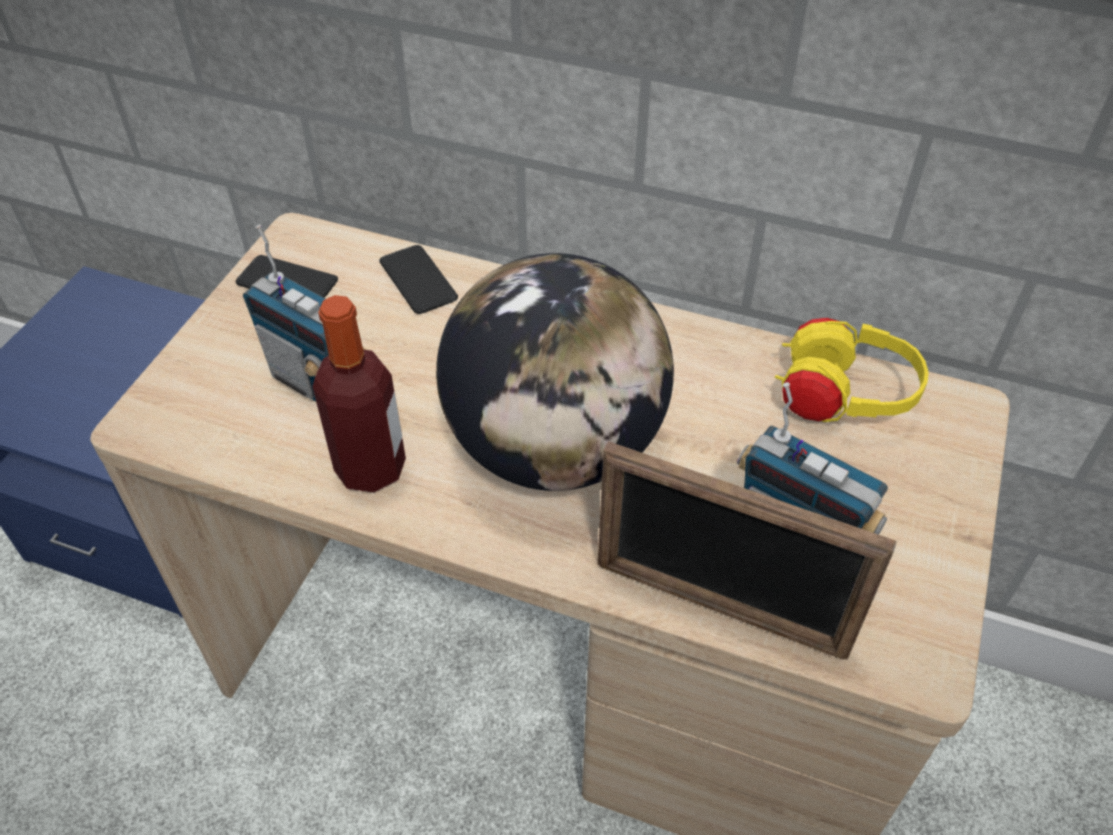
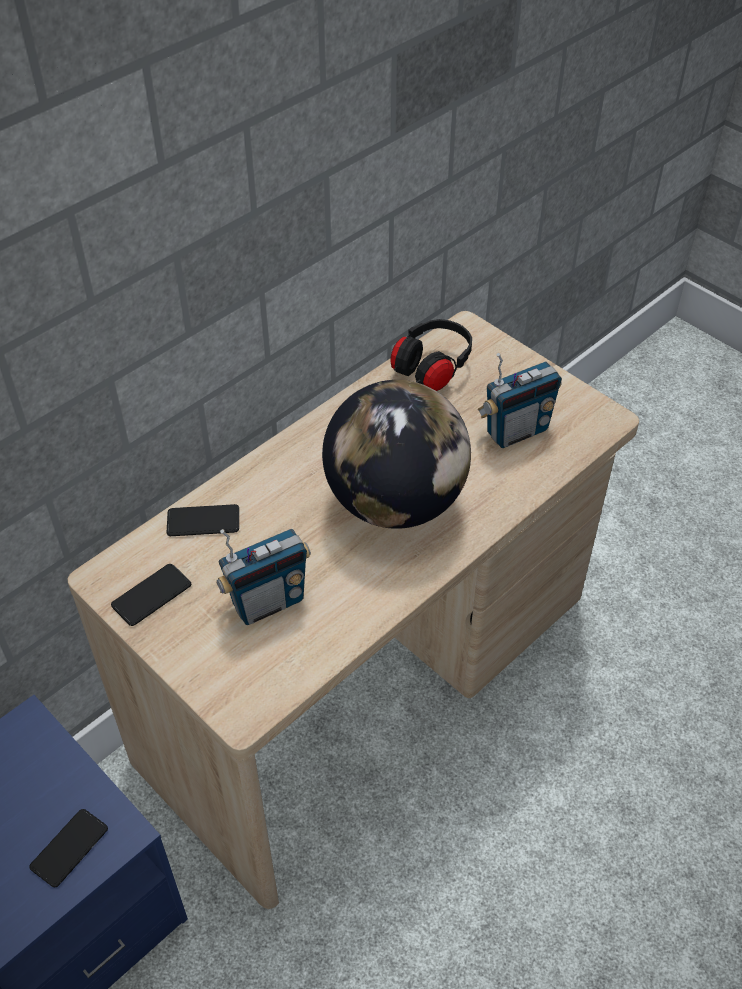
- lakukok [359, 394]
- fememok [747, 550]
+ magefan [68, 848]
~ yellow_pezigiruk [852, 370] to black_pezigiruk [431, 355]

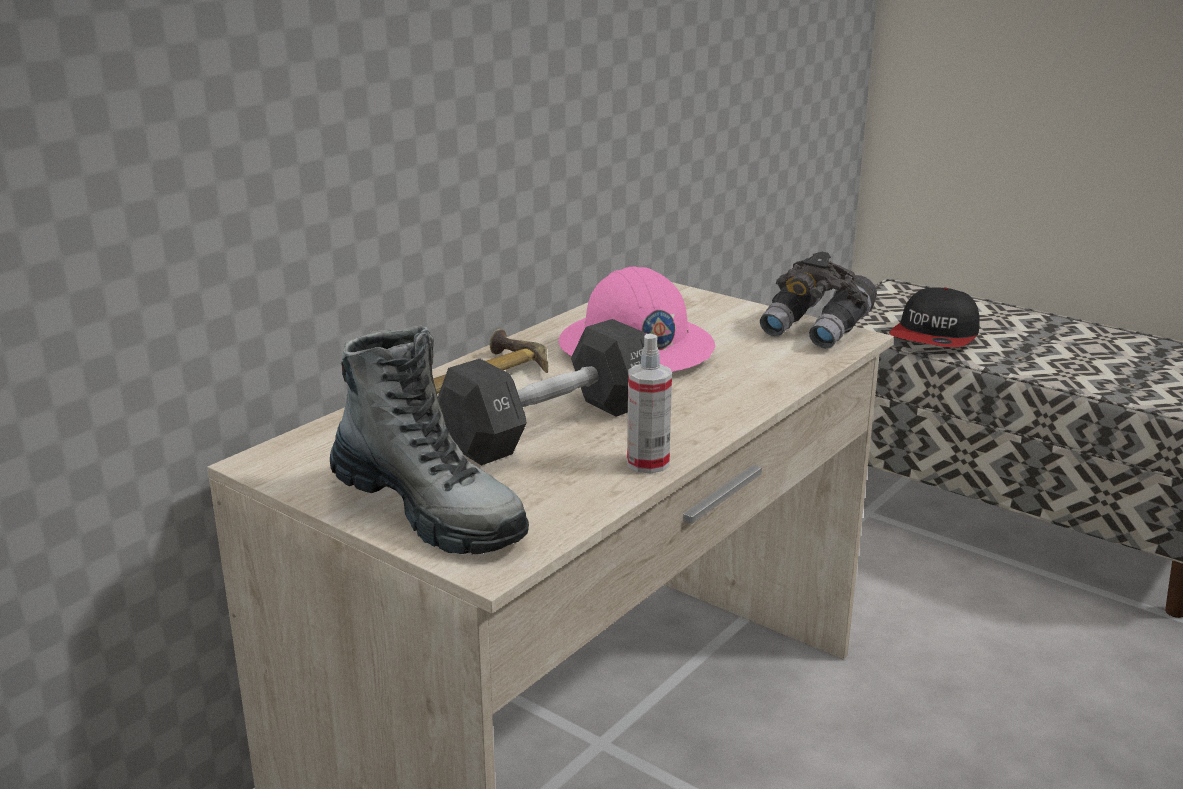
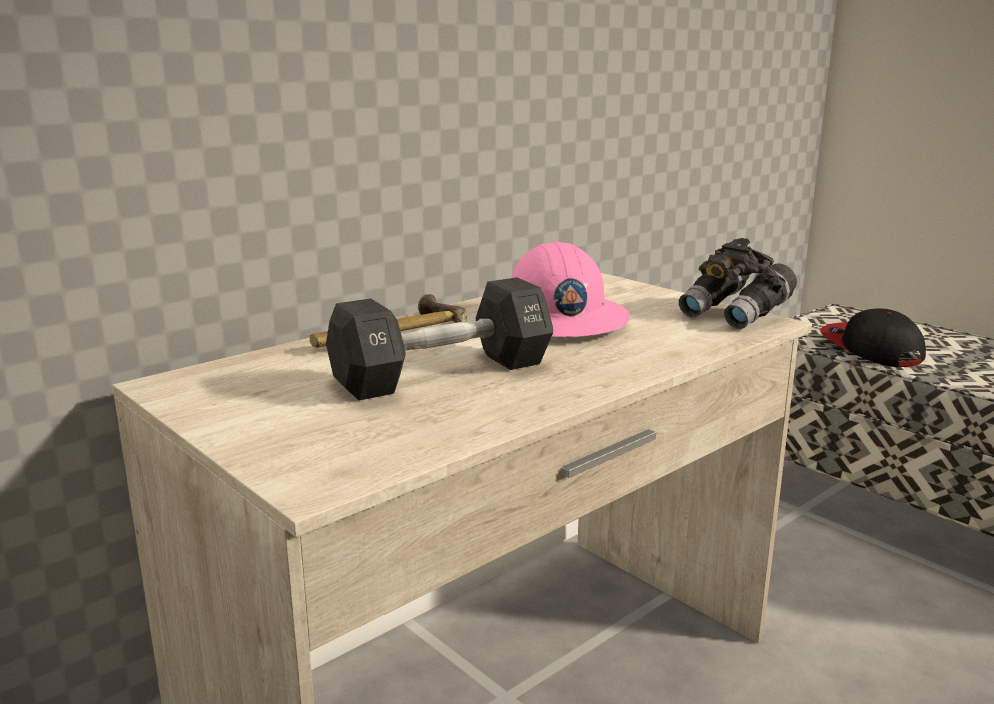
- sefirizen [429, 439]
- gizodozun [649, 403]
~ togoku [934, 317] = [873, 337] 120 degrees clockwise

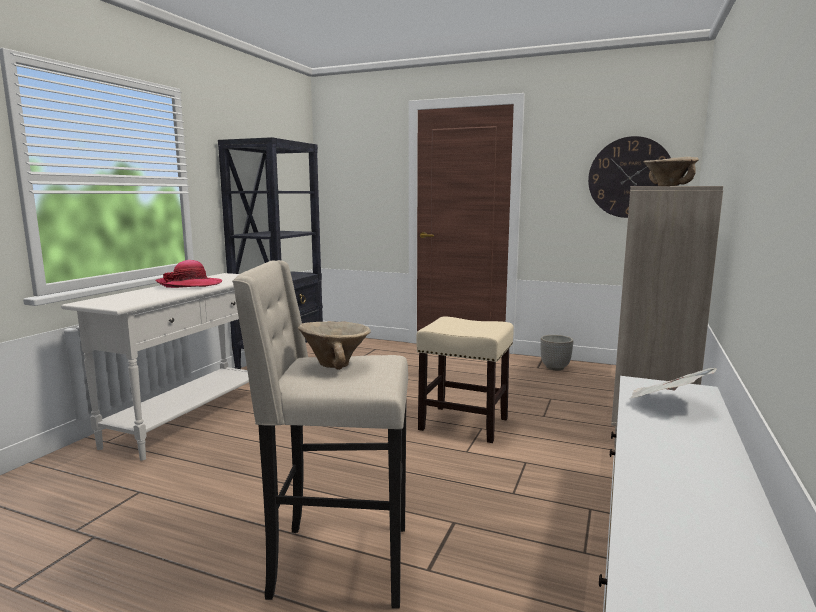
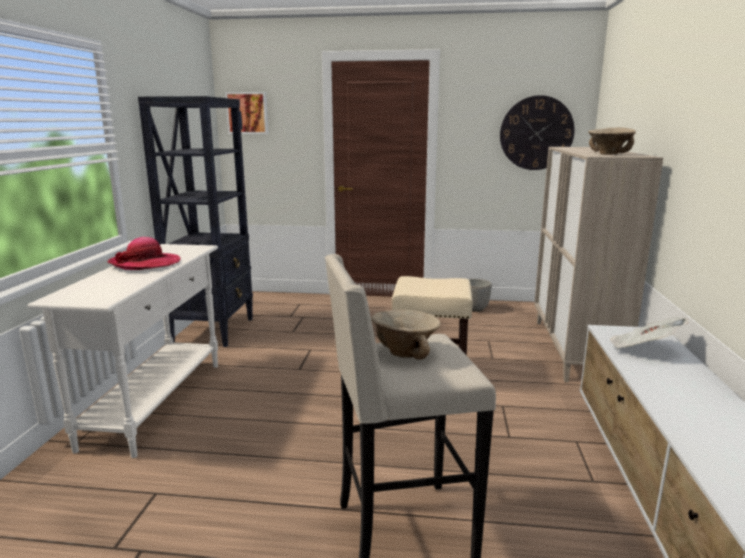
+ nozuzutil [246, 113]

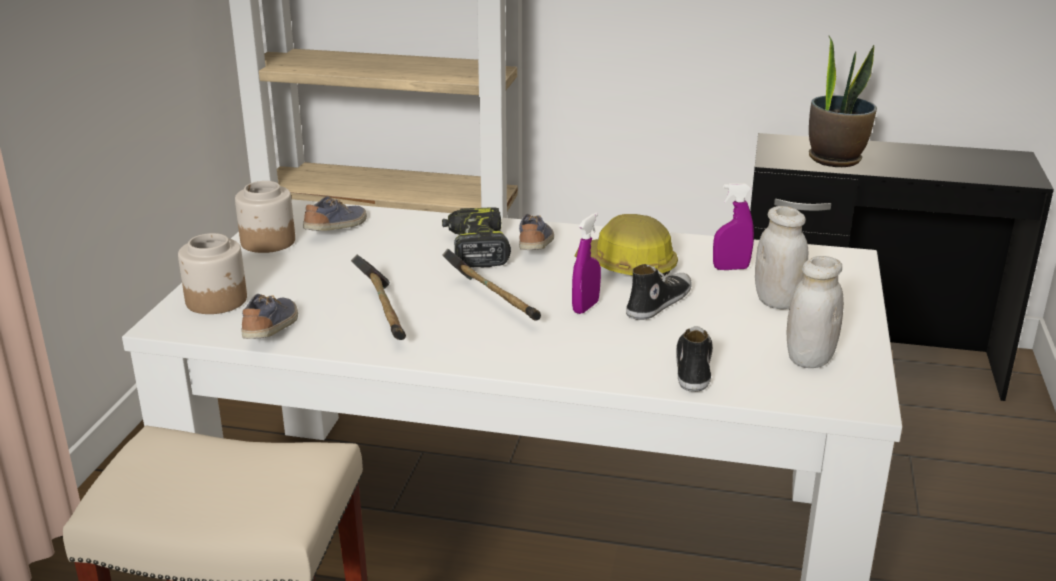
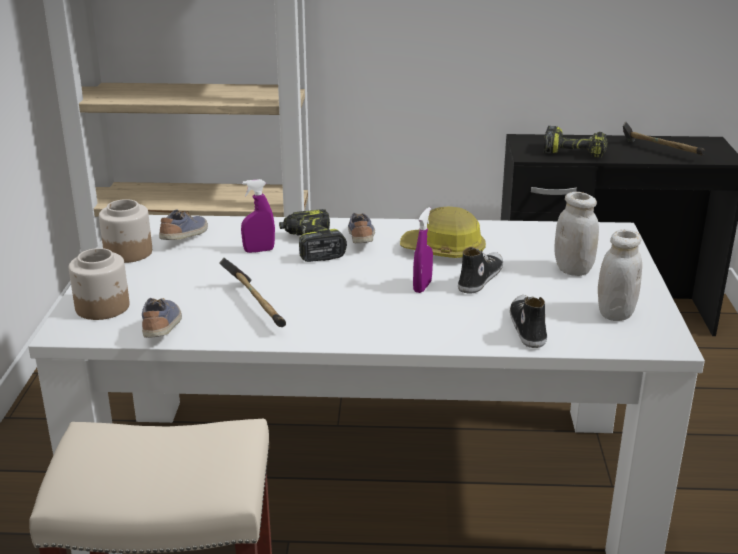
~ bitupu [492, 284] to [664, 138]
~ purple_gizodozun [733, 226] to [258, 216]
~ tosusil [843, 101] to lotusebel [575, 142]

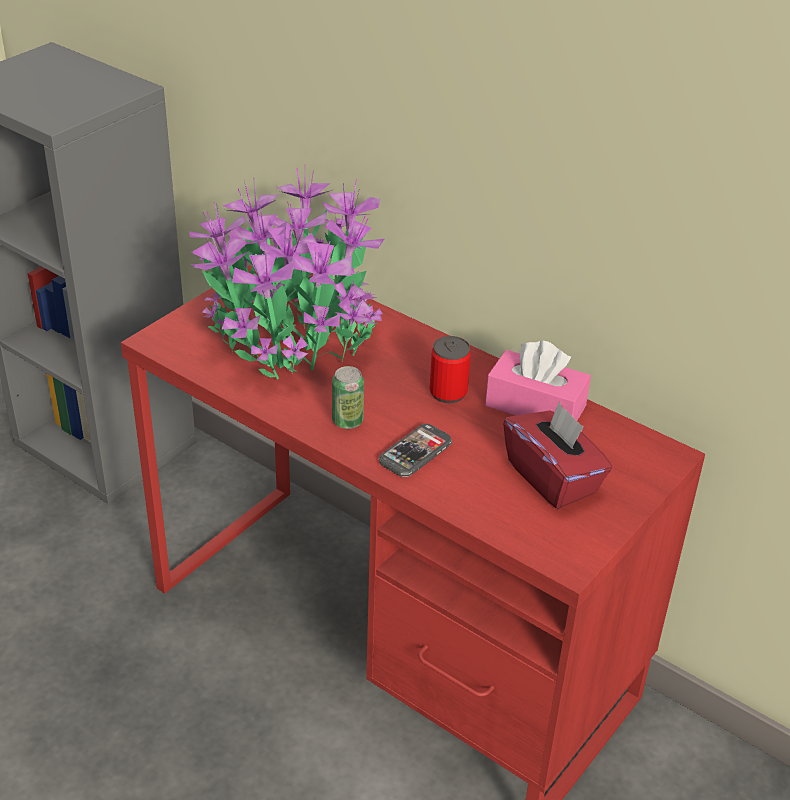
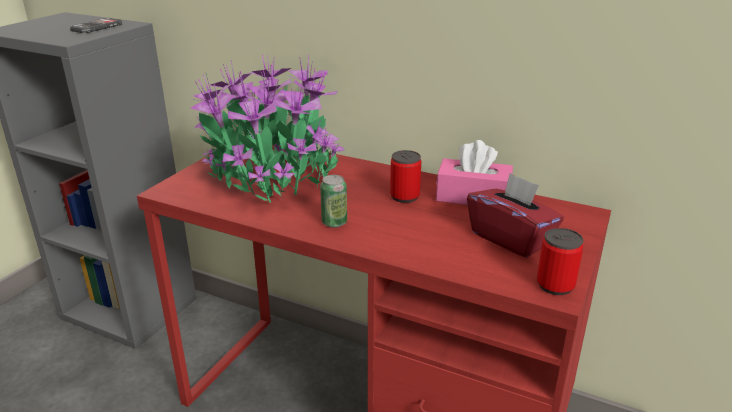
+ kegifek [560, 261]
~ magefan [415, 450] to [96, 25]

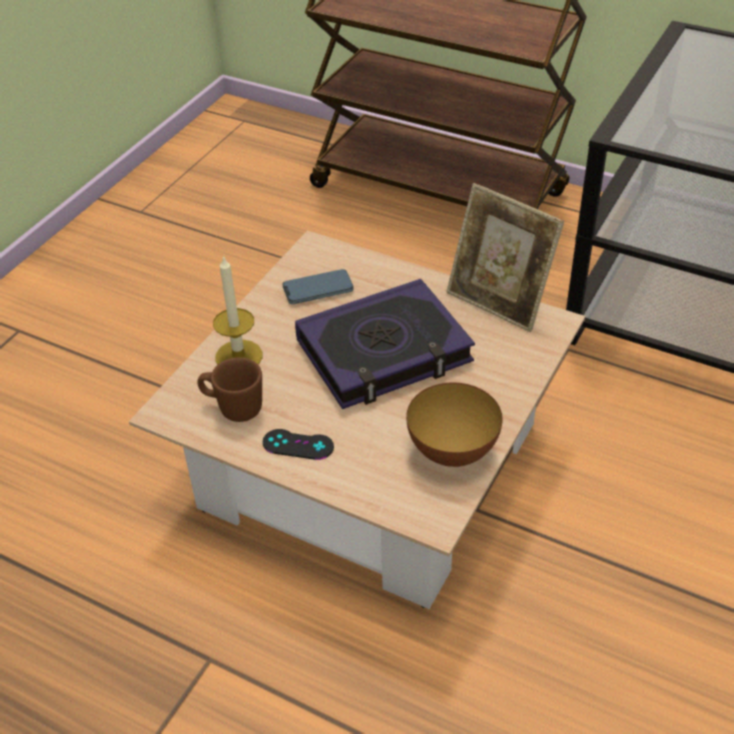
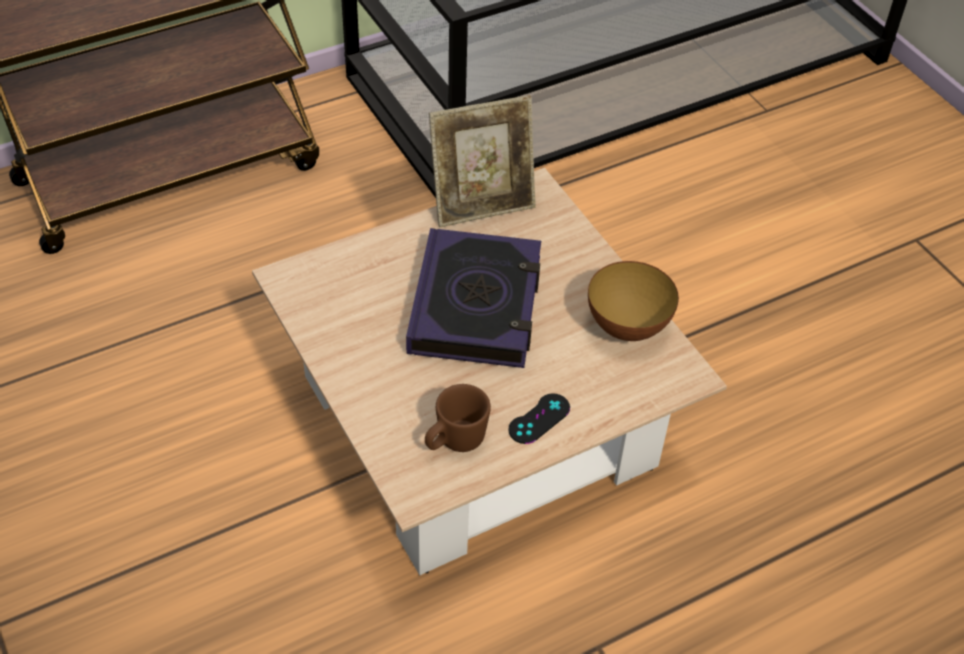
- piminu [237, 310]
- magefan [318, 286]

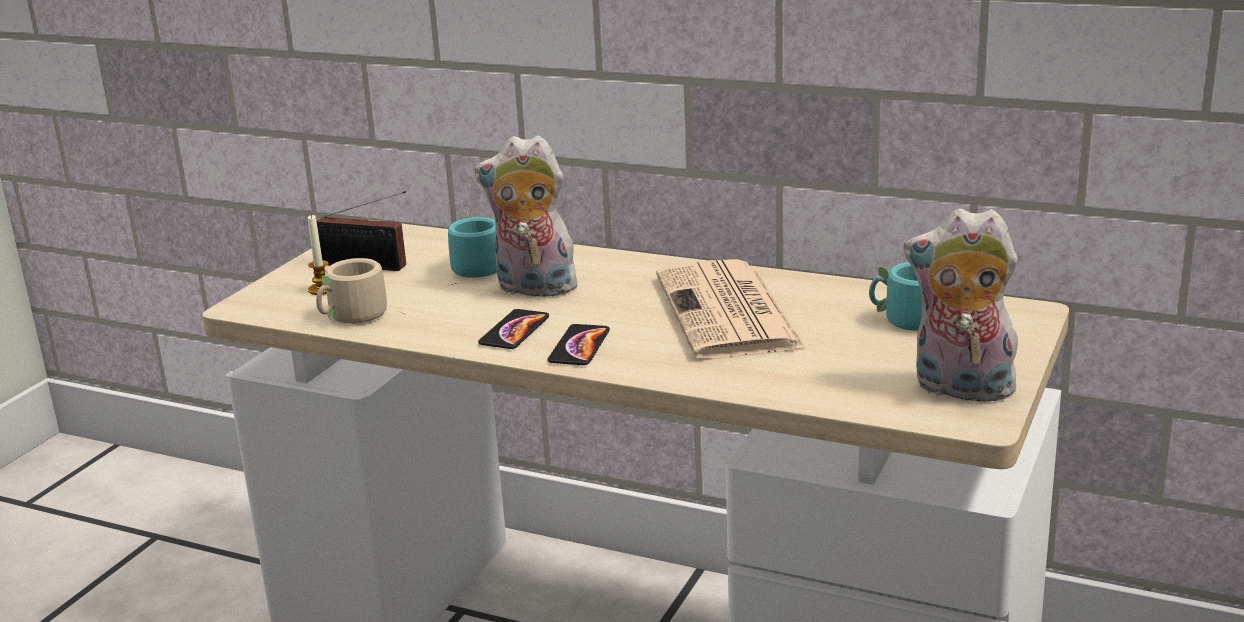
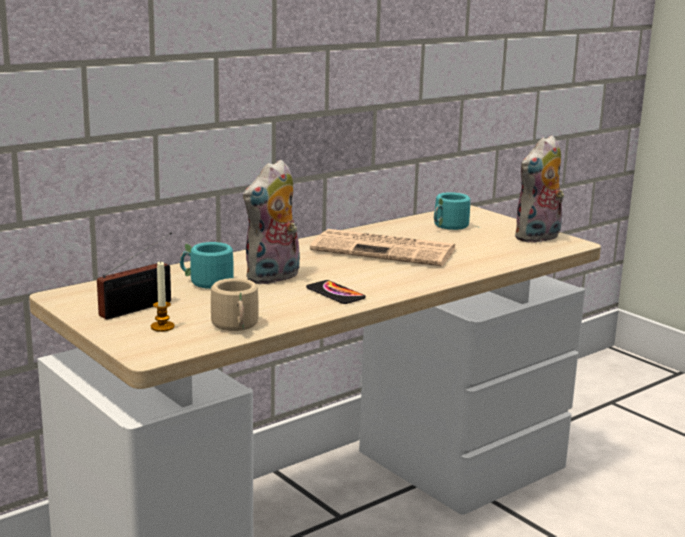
- magefan [578, 344]

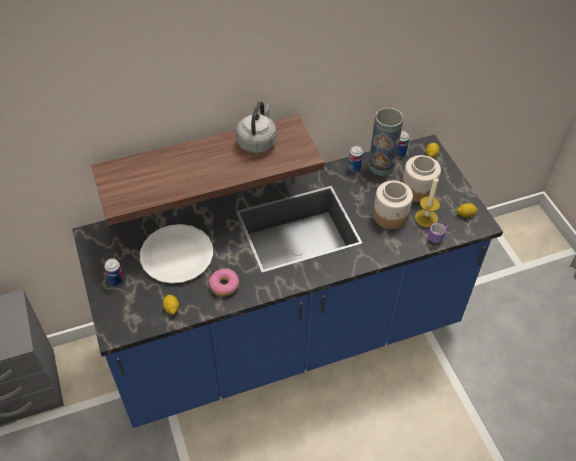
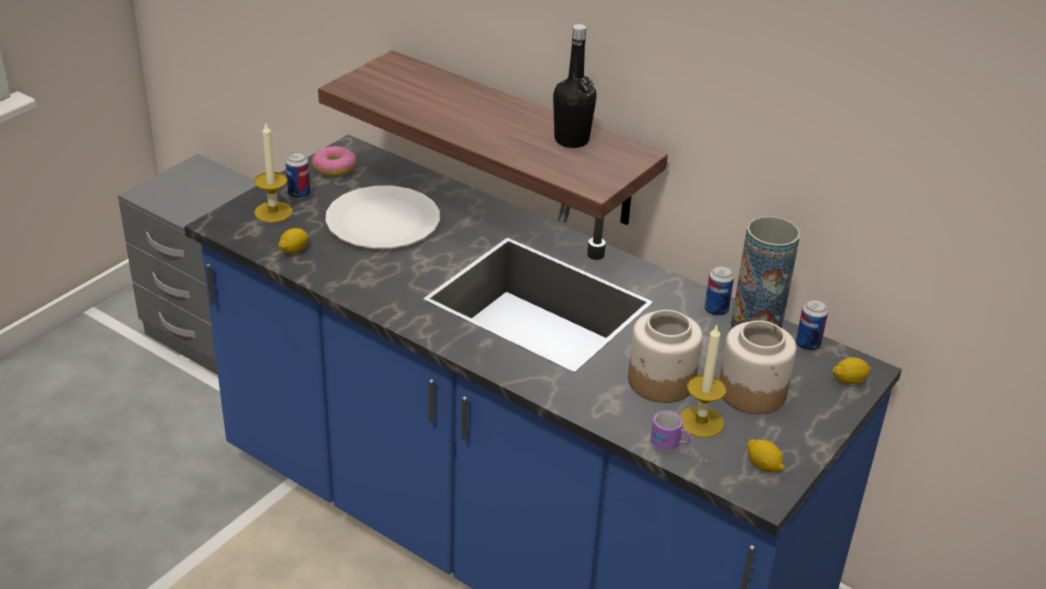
+ piminu [273, 172]
~ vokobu [224, 282] to [334, 161]
~ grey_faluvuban [256, 127] to black_lakukok [574, 86]

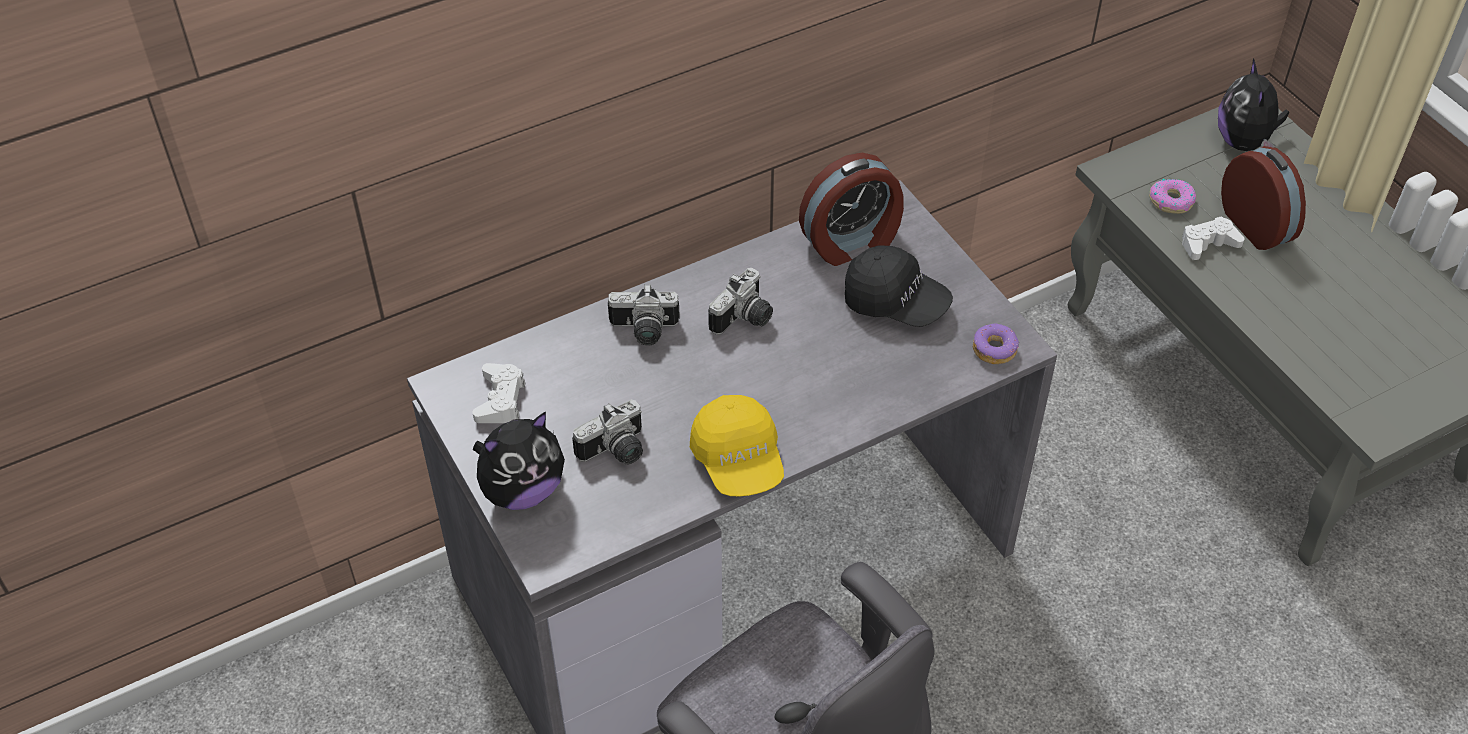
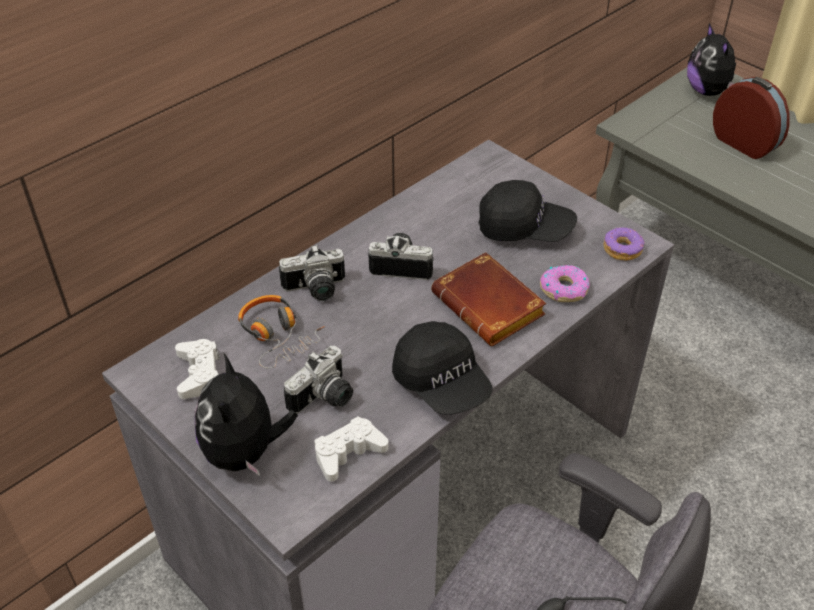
- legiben [851, 209]
+ pezigiruk [281, 332]
+ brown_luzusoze [488, 299]
~ vokobu [1172, 196] to [565, 283]
~ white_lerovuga [1213, 238] to [351, 449]
~ yellow_togoku [737, 445] to black_togoku [442, 368]
~ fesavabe [519, 461] = [246, 414] 135 degrees clockwise
~ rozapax [740, 301] = [400, 256] 105 degrees counterclockwise

